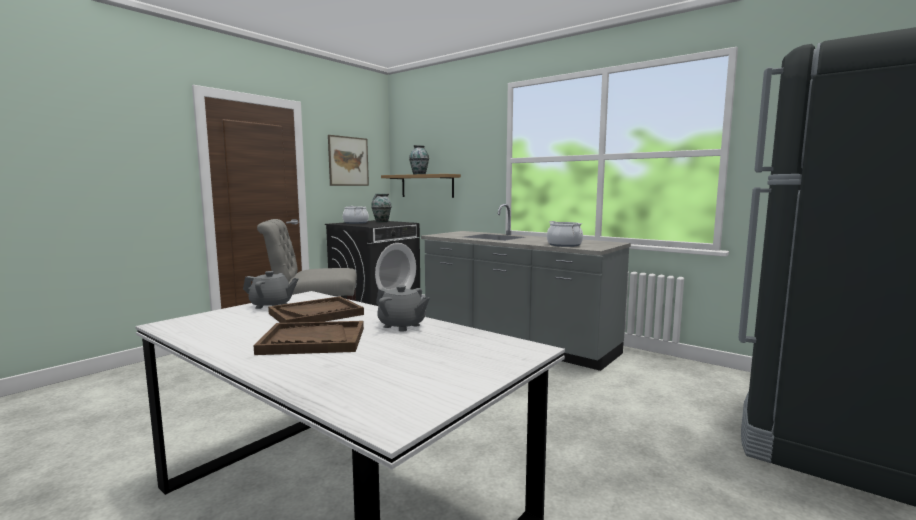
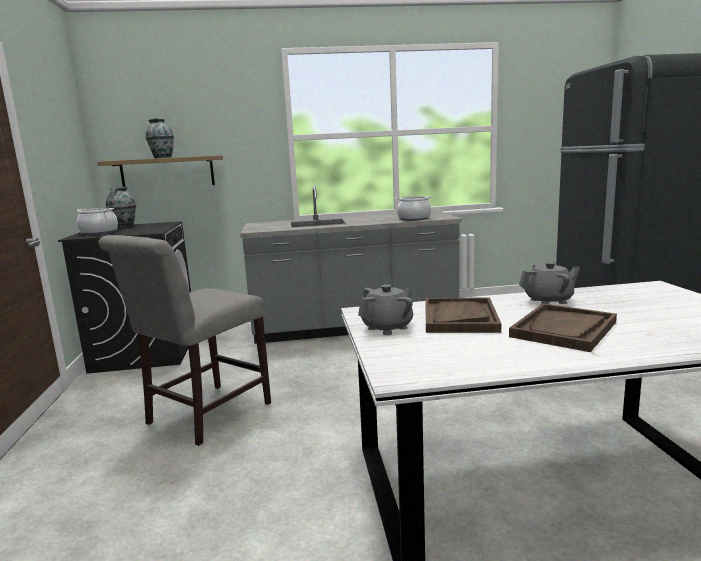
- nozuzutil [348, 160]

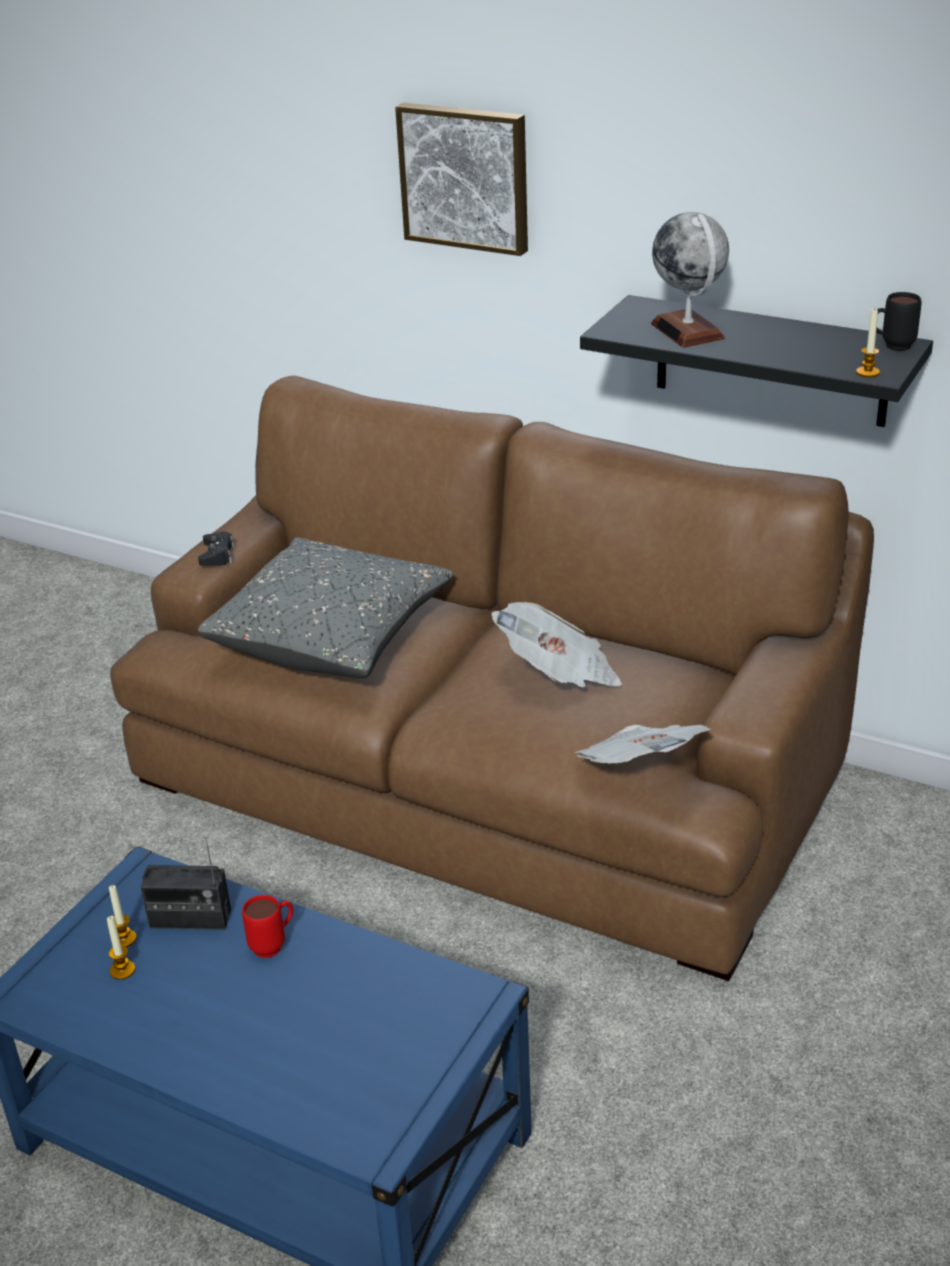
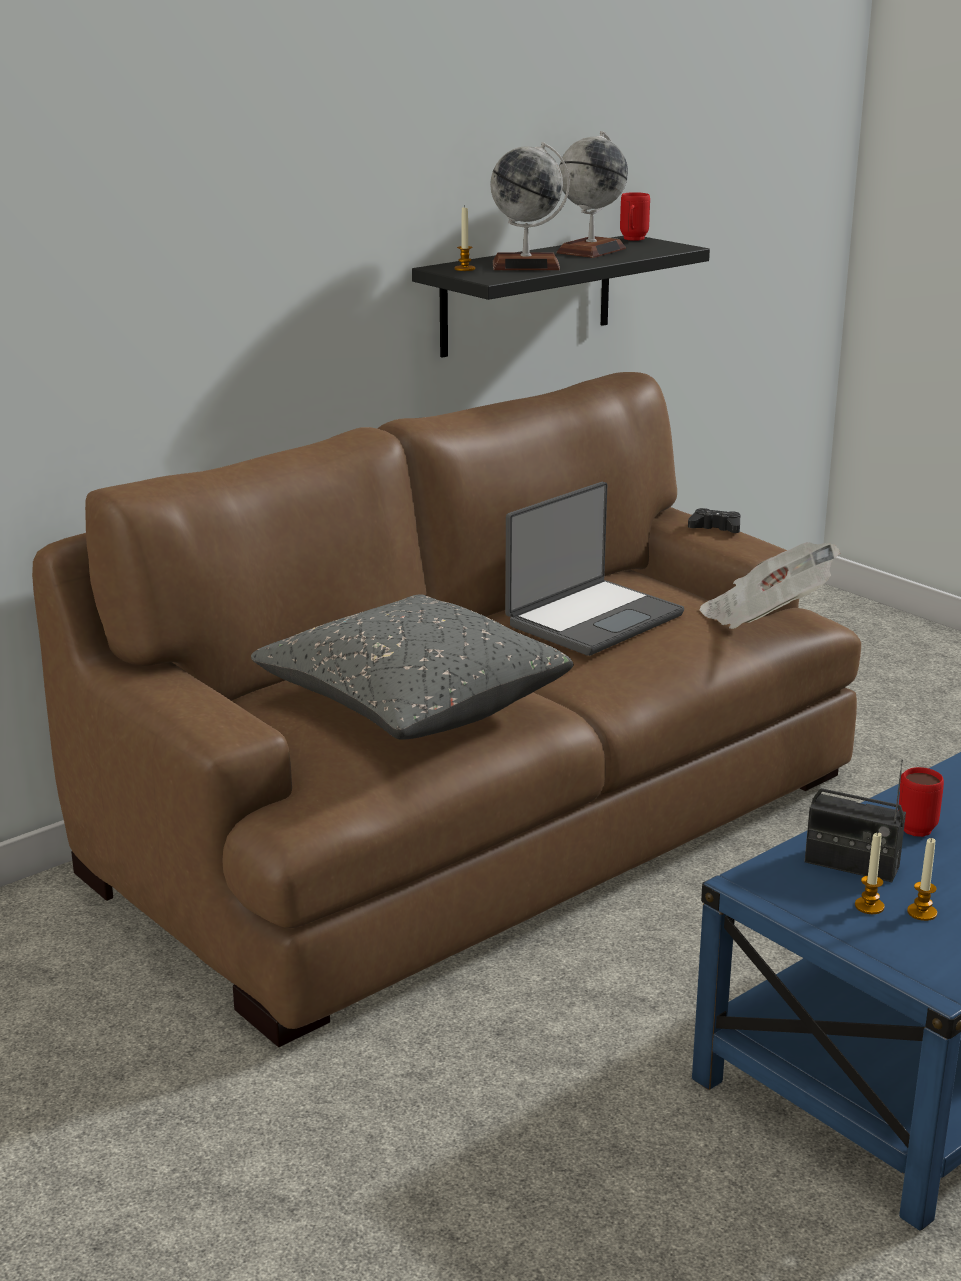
- nozuzutil [461, 179]
+ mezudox [592, 194]
~ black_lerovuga [216, 548] to [714, 520]
~ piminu [868, 343] to [464, 239]
~ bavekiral [556, 644] to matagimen [594, 569]
~ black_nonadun [898, 321] to red_nonadun [635, 216]
~ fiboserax [186, 883] = [855, 820] 90 degrees clockwise

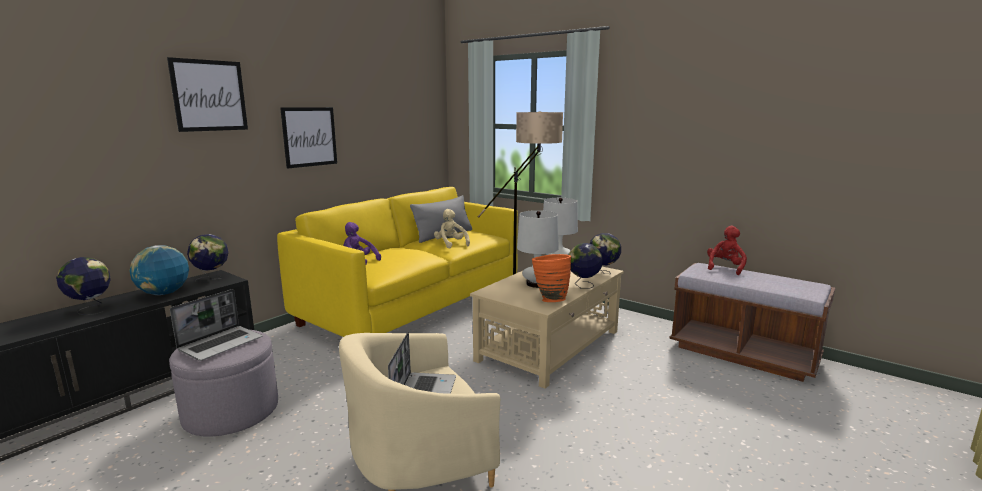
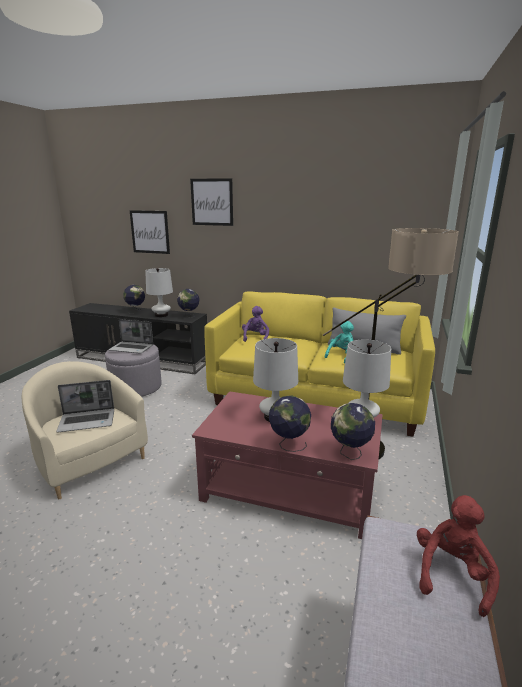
- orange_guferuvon [551, 278]
~ nozuzutil [308, 138] to [150, 232]
~ mezudox [159, 270] to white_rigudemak [159, 292]
~ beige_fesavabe [452, 229] to turquoise_fesavabe [339, 342]
~ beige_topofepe [547, 328] to red_topofepe [287, 465]
~ red_fesavabe [727, 250] = [458, 556] 75 degrees counterclockwise

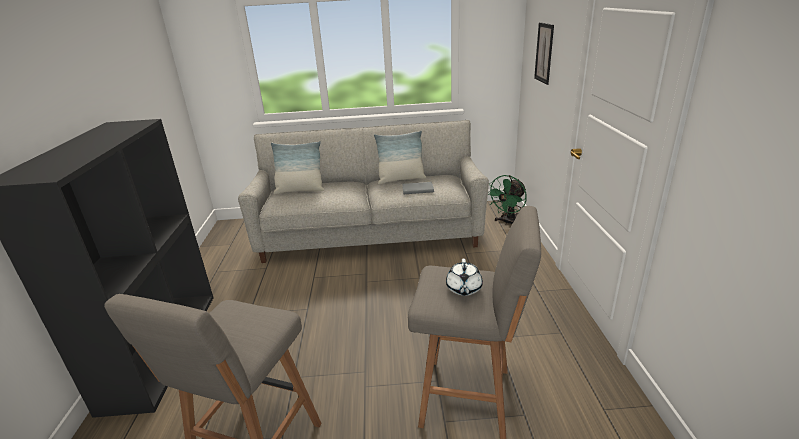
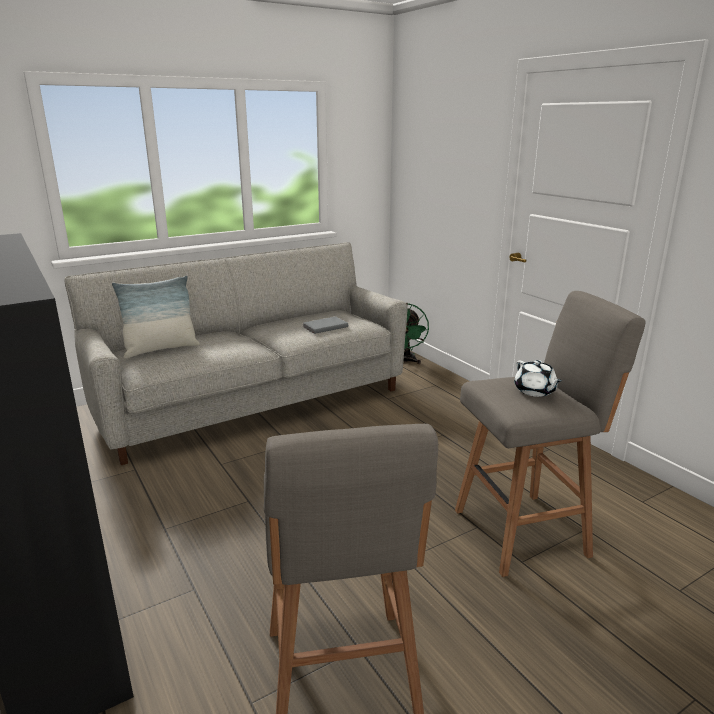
- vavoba [400, 157]
- nozuzutil [544, 53]

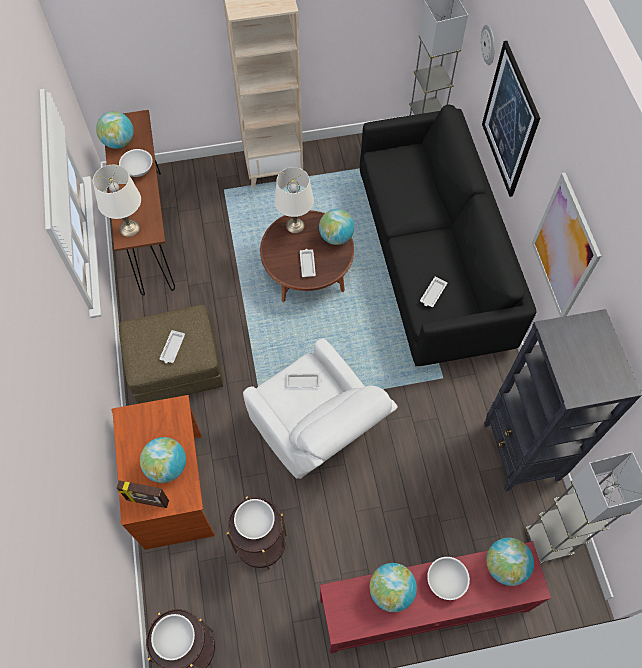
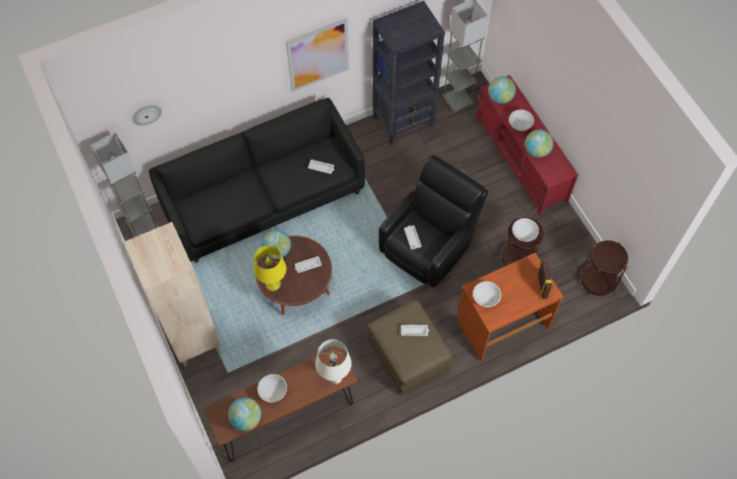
- mezudox [163, 460]
- nozuzutil [511, 119]
~ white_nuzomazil [173, 637] to [487, 294]
~ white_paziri [320, 408] to black_paziri [433, 221]
~ white_rigudemak [294, 200] to yellow_rigudemak [270, 268]

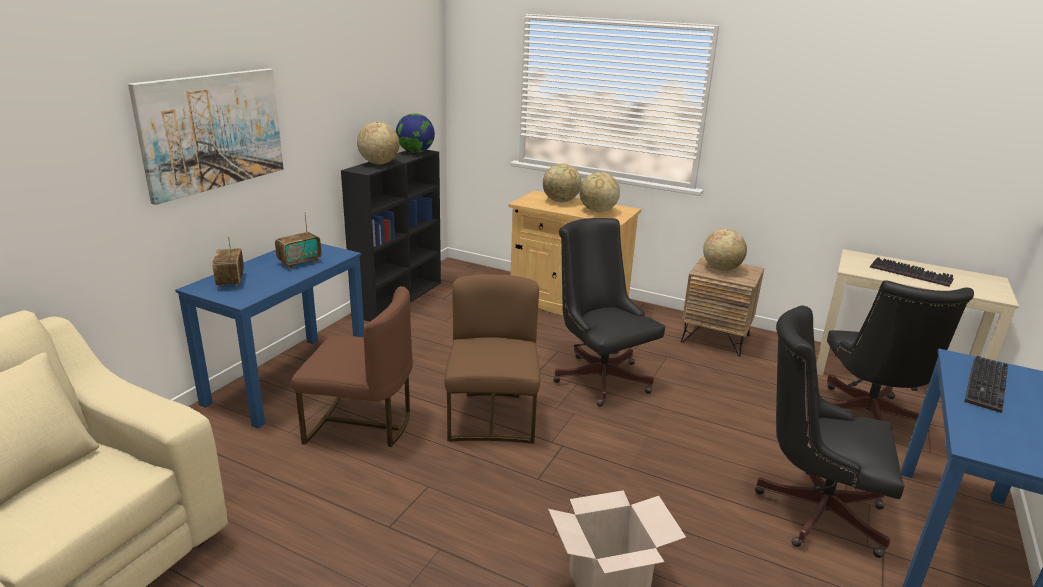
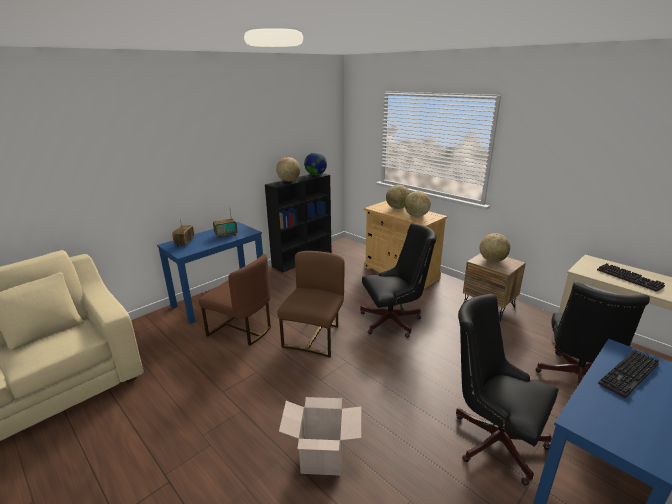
- nozuzutil [206, 136]
~ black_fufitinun [609, 312] = [398, 280] 90 degrees clockwise

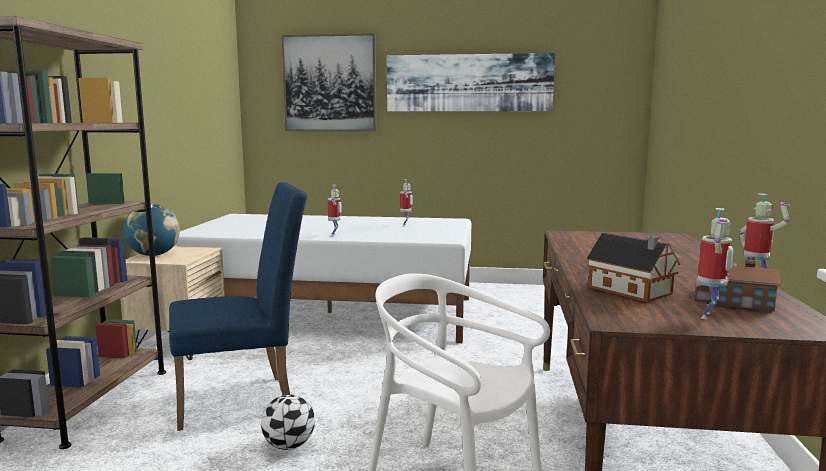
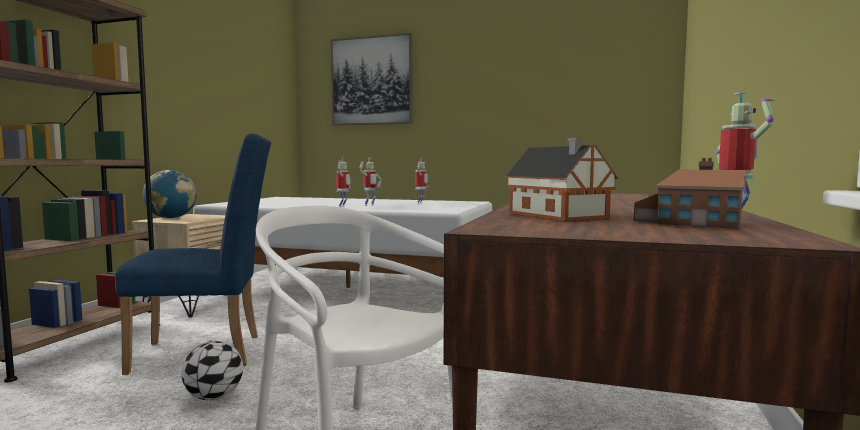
- nozuzutil [471, 82]
~ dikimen [715, 263] to [370, 182]

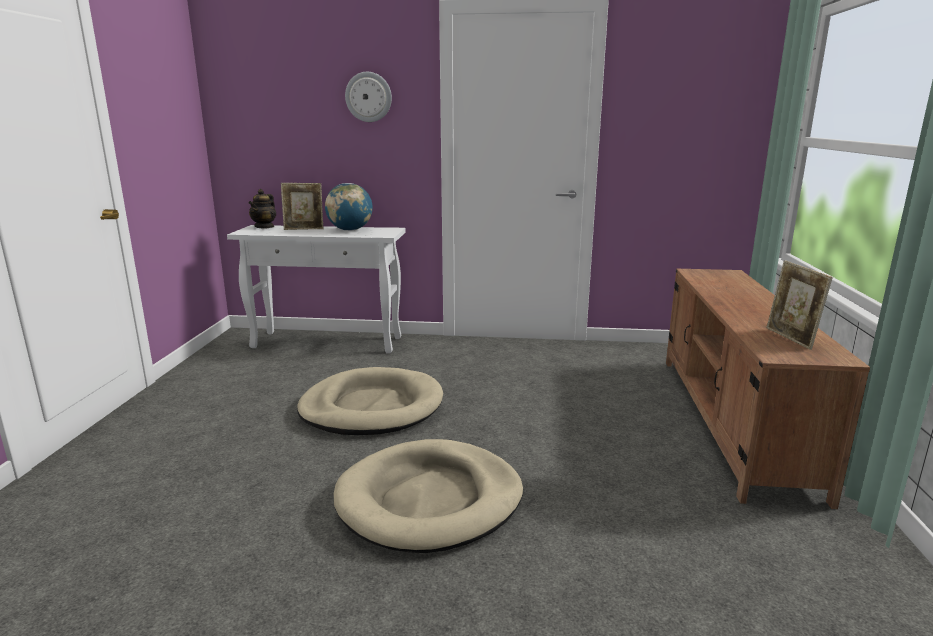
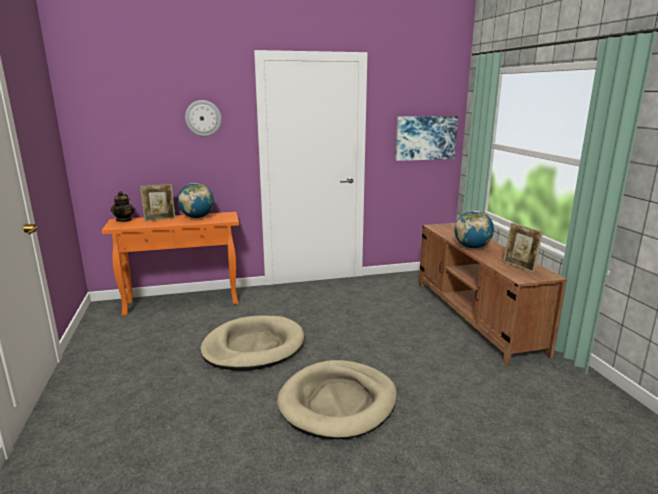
+ nozuzutil [426, 138]
+ mezudox [474, 230]
~ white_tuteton [316, 289] to orange_tuteton [170, 264]

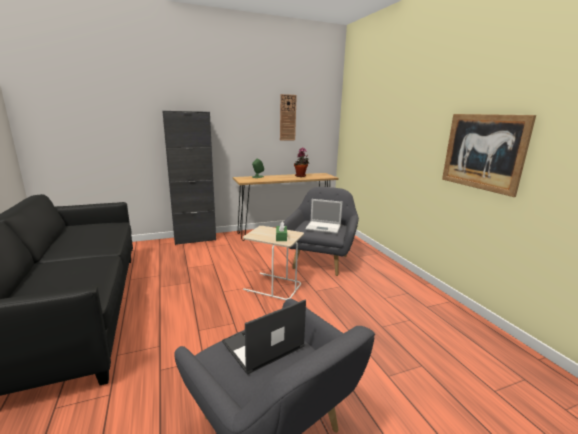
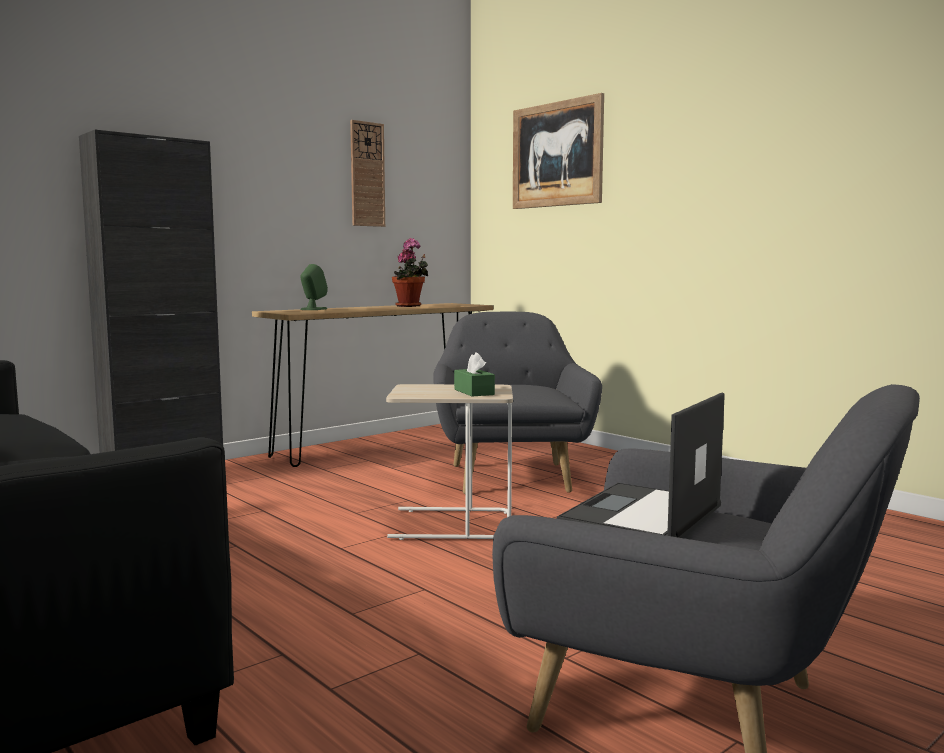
- matagimen [324, 216]
~ nozuzutil [489, 155] to [558, 151]

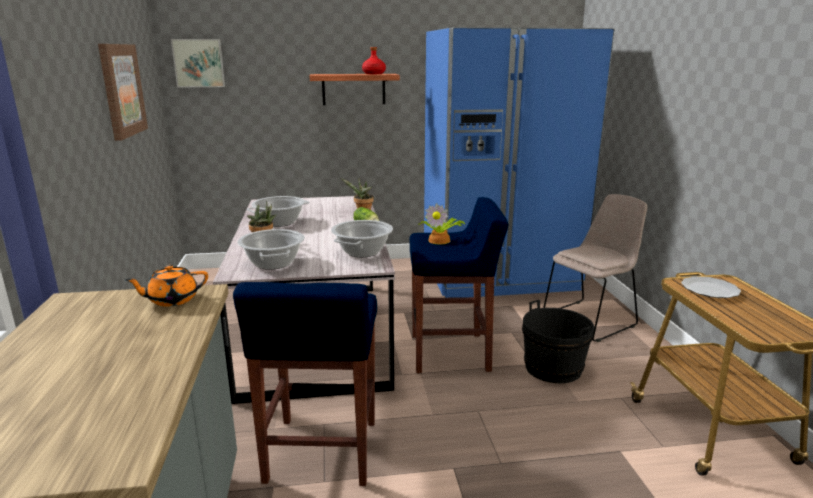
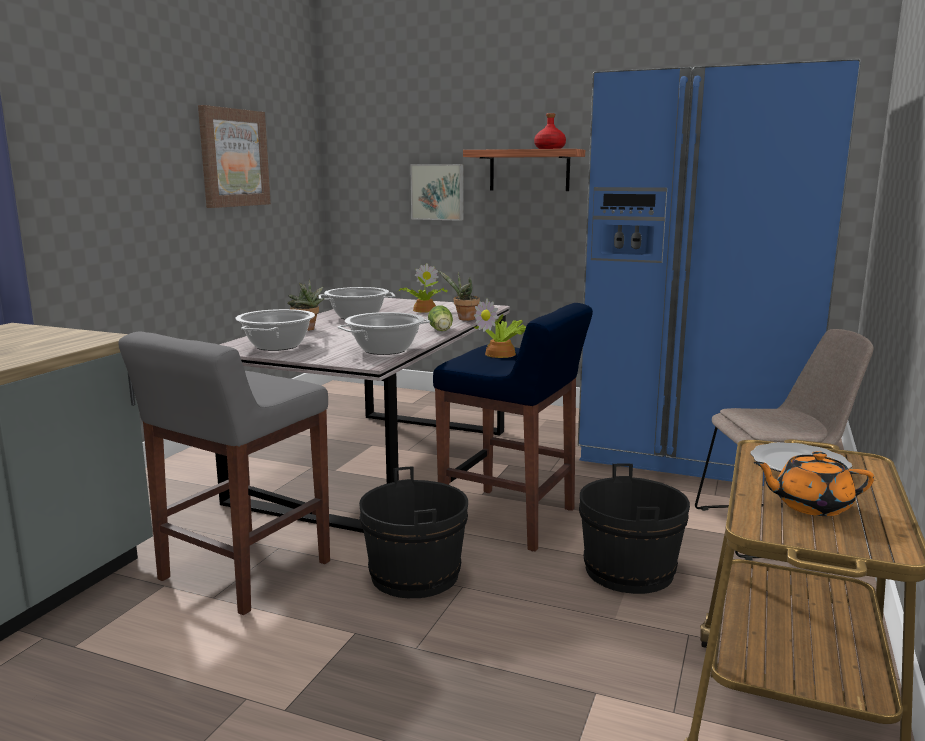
+ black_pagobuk [413, 532]
+ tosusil [423, 288]
~ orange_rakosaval [166, 286] to [814, 483]
~ nozuzutil [198, 63] to [436, 192]
~ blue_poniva [305, 384] to grey_poniva [224, 473]

